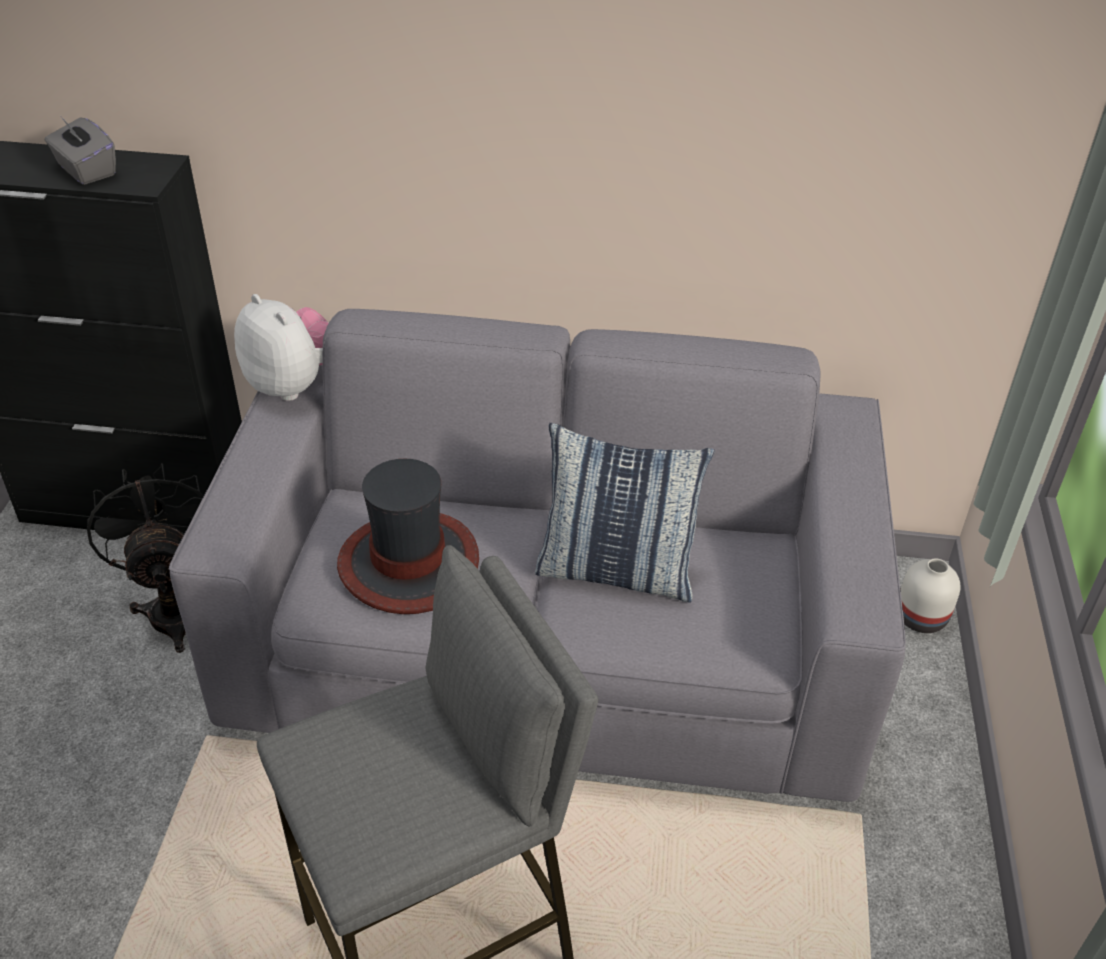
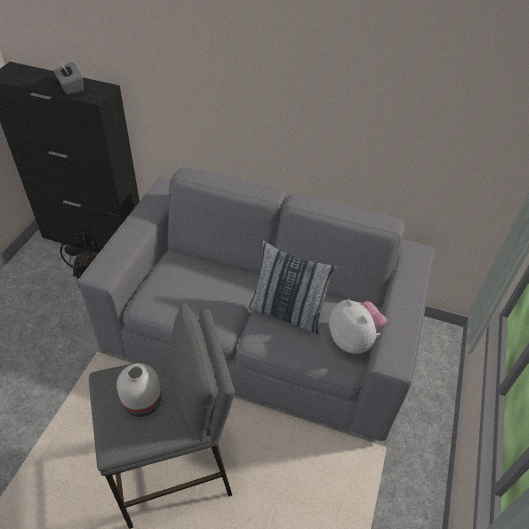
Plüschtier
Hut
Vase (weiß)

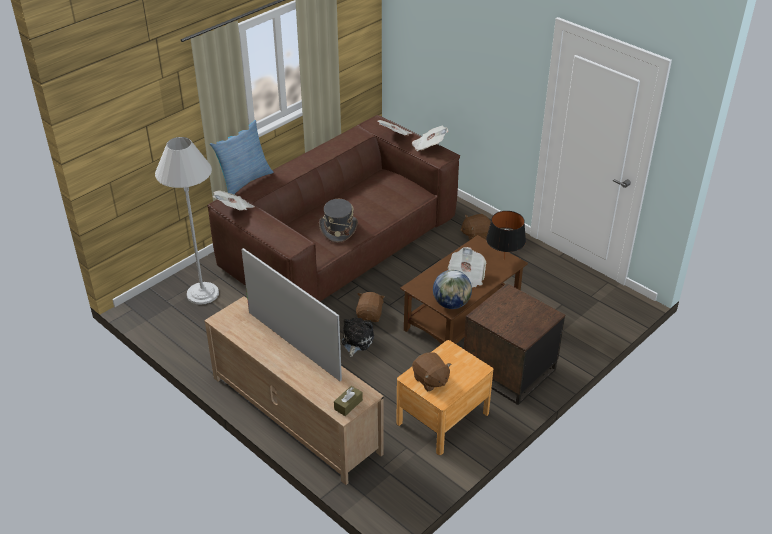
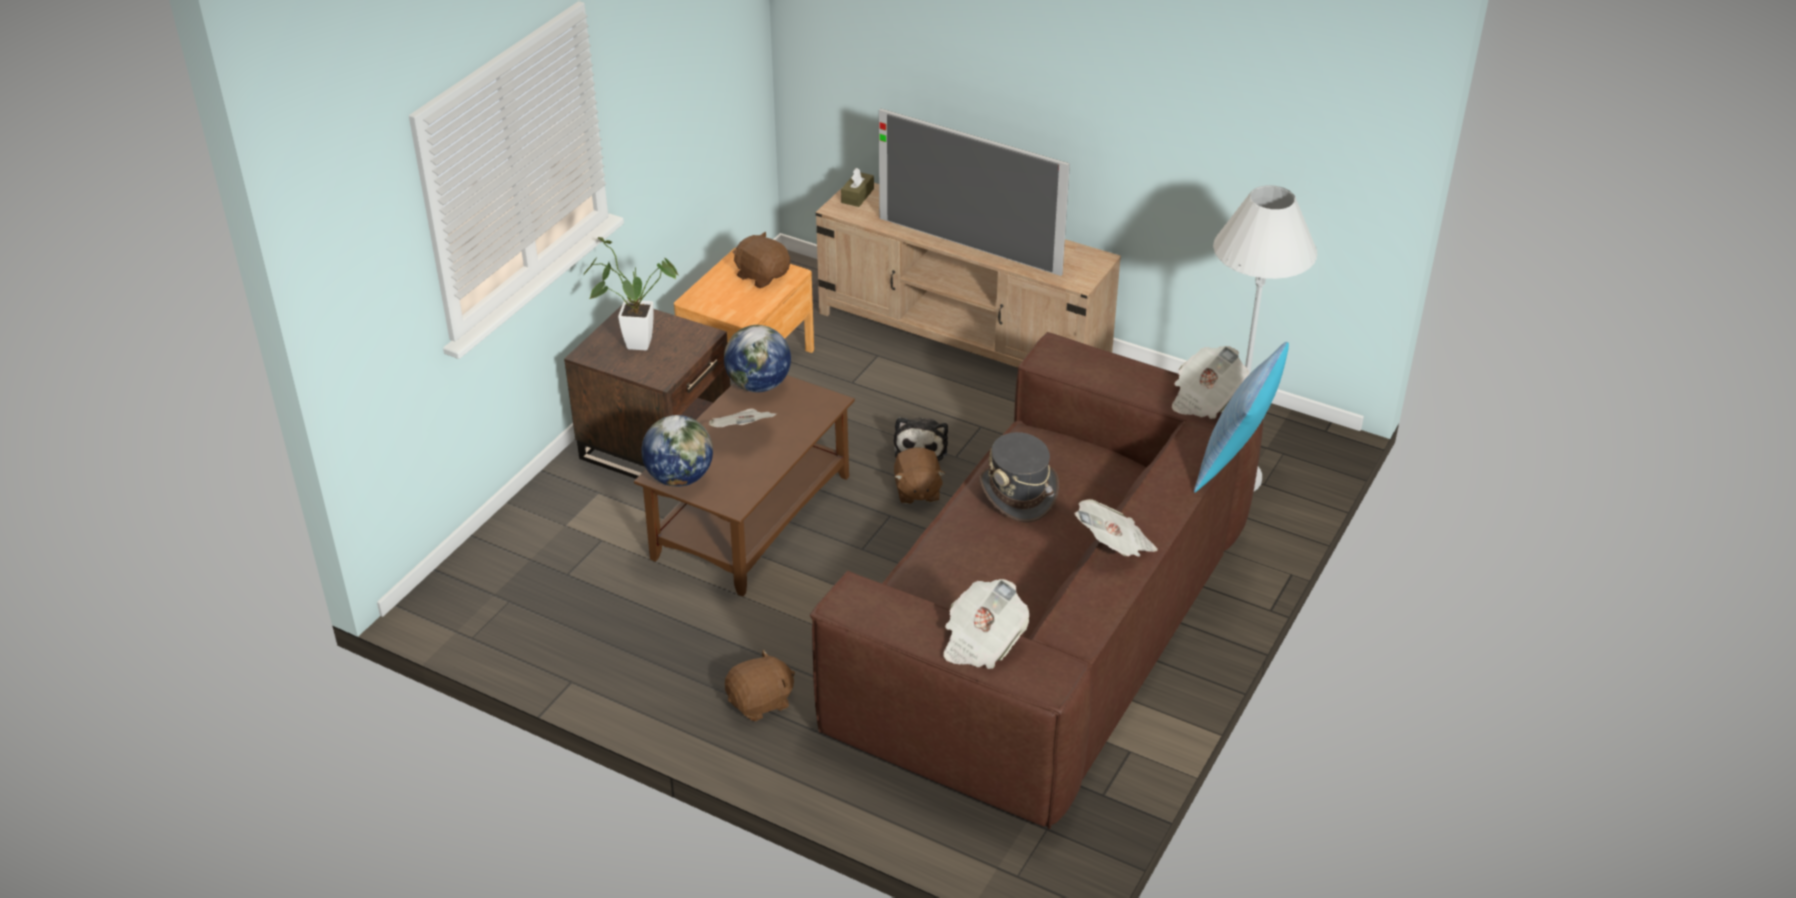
Zeitung (no. 3 from left)
Globus (no. 1 from left)
Topfpflanze

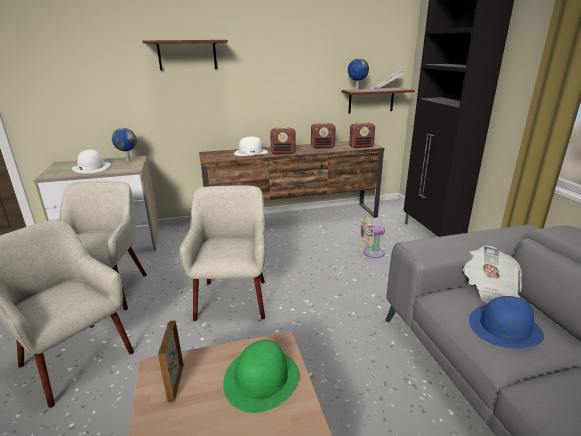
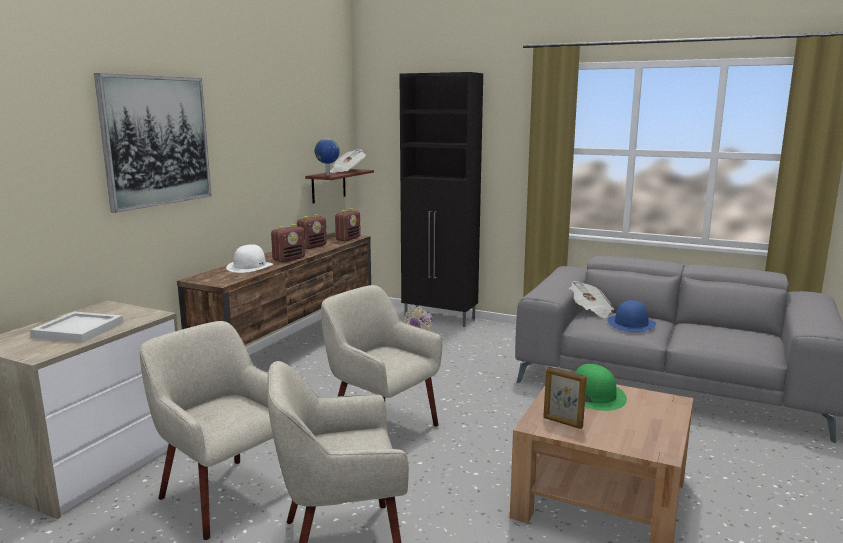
Bild
Globus (no. 1 from left in the first image)
Tablett (weiß)

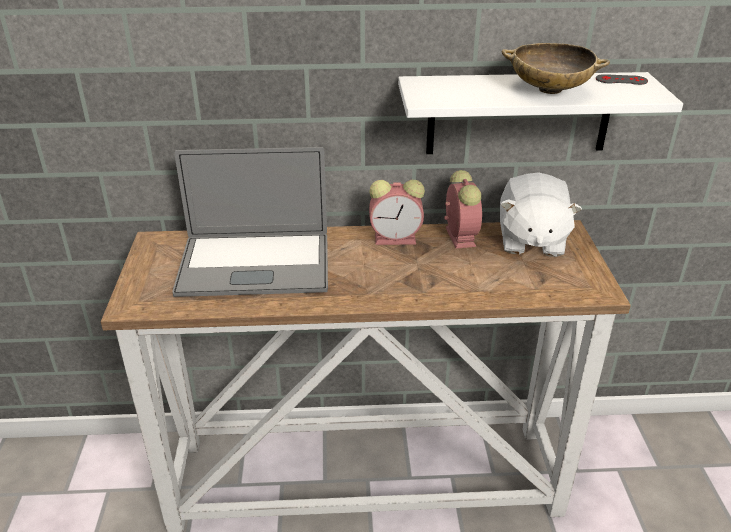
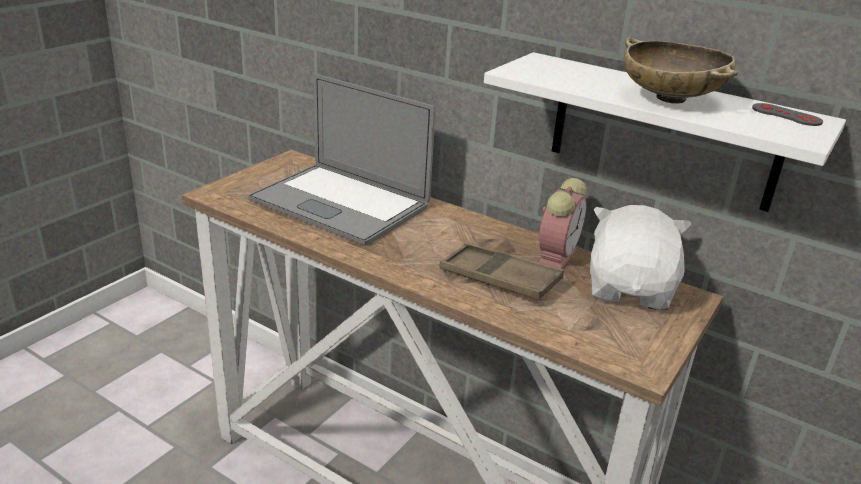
Plüschtier (weiß)
Wecker (no. 1 from left in the first image)
Tablett (braun)

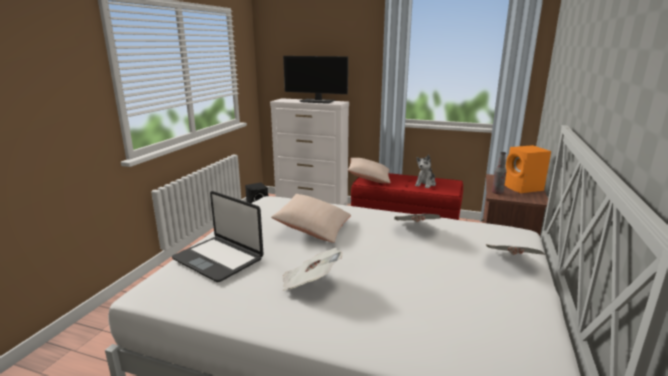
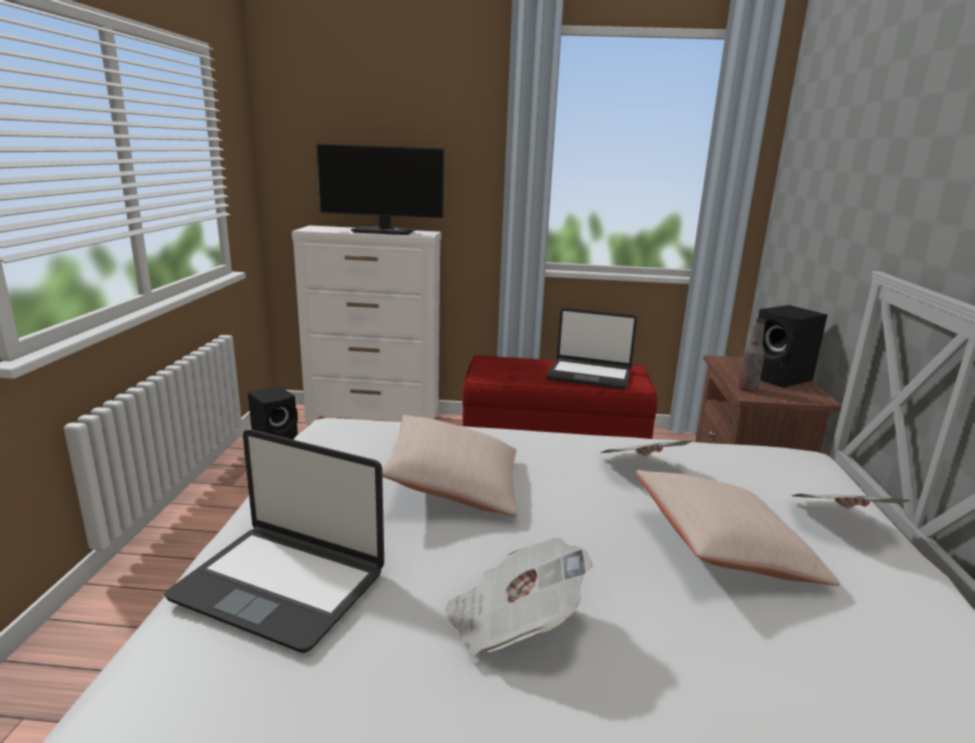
Lautsprecher (schwarz) (no. 2 from left)
Laptop (no. 2 from left)
Kissen (beige) (no. 2 from left)

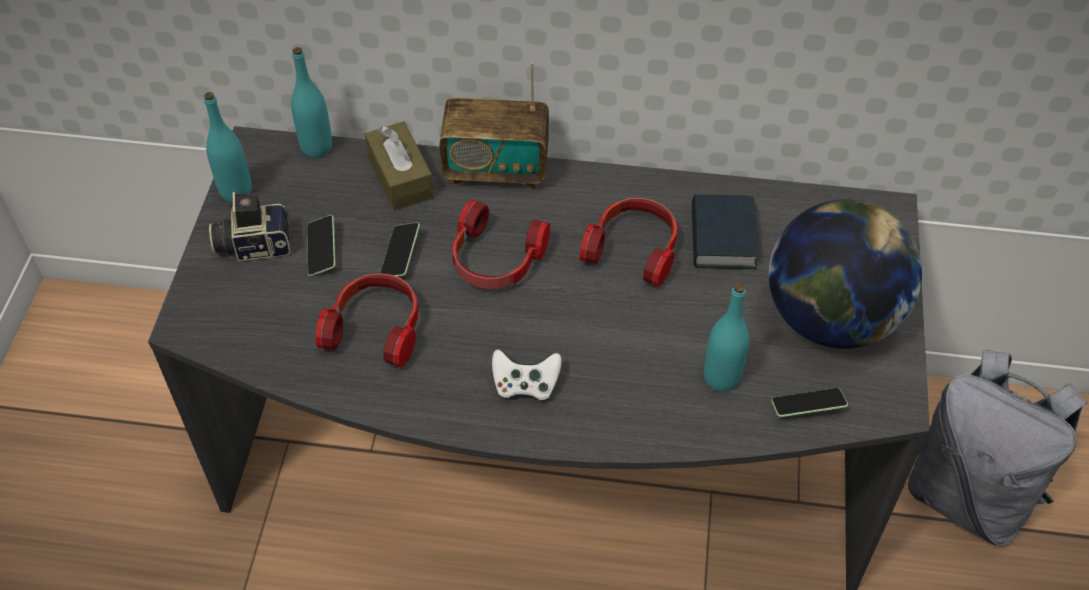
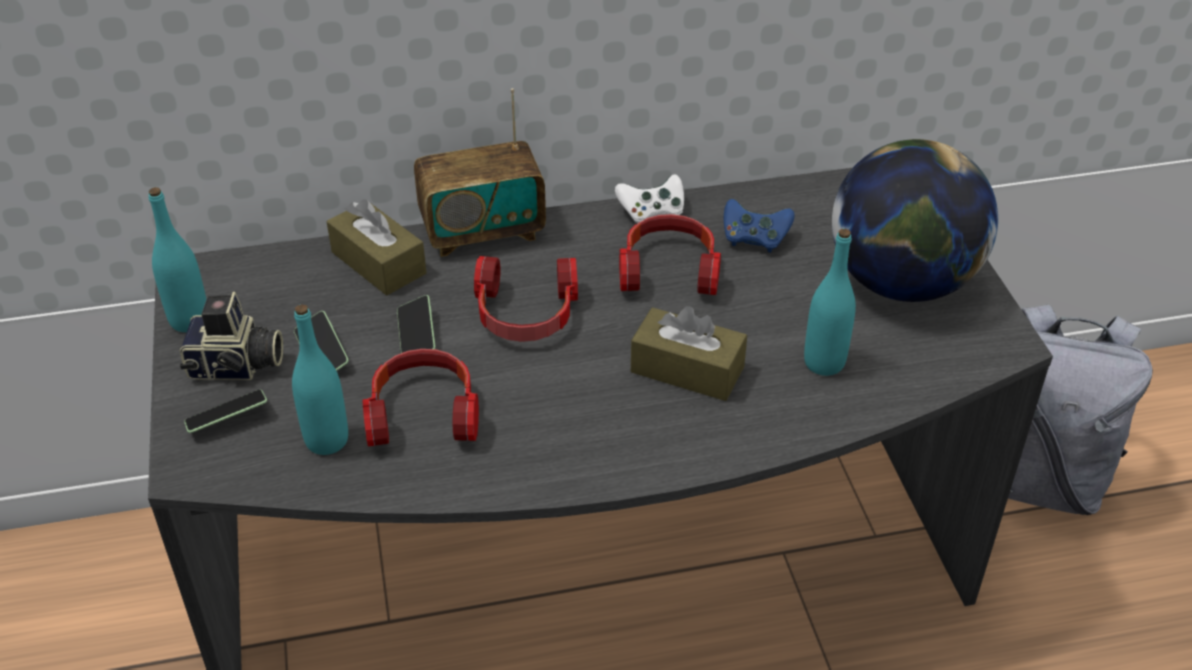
Flasche (türkis) (no. 2 from left)
Kamera
Gamepad (blau)
Gamepad (weiß)
Handy (no. 1 from left)
Taschentuchbox (braun) (no. 2 from left)

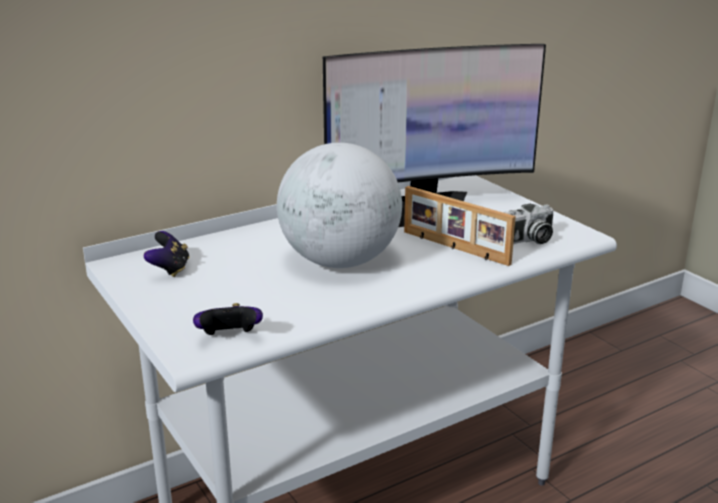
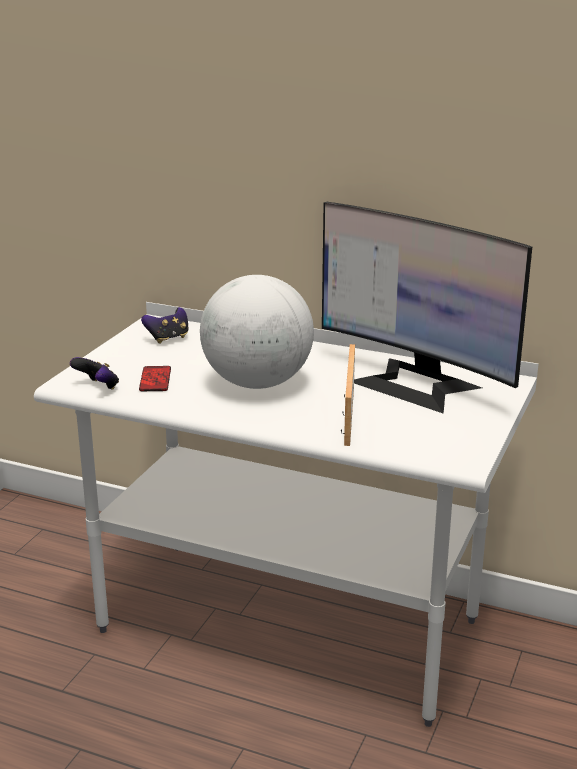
Kamera
Handy

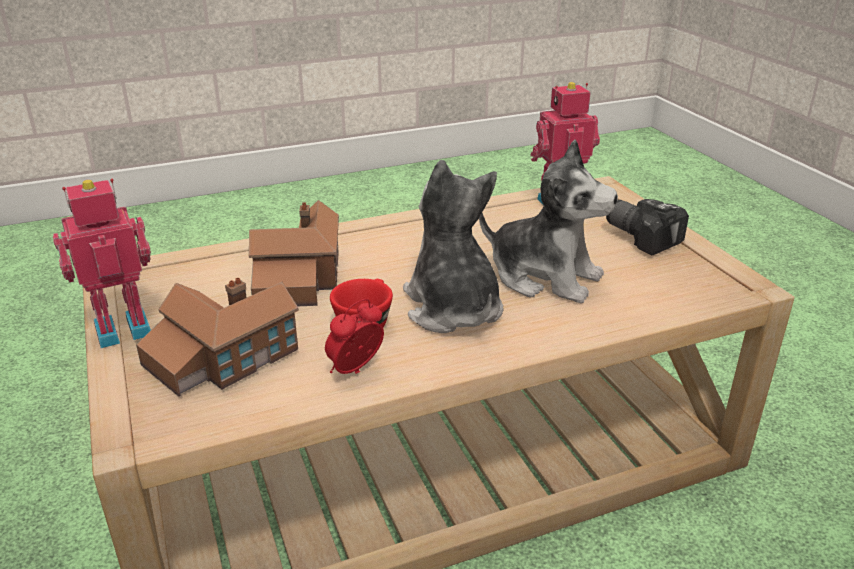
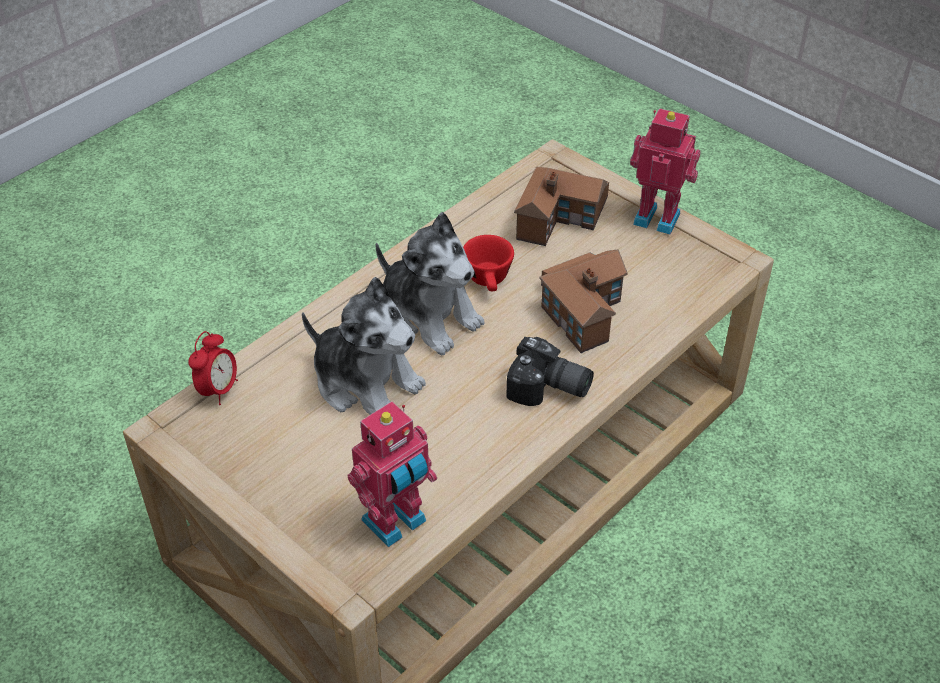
Plüschtier (no. 1 from left)
Spielzeugroboter (no. 2 from left)
Kamera
Wecker

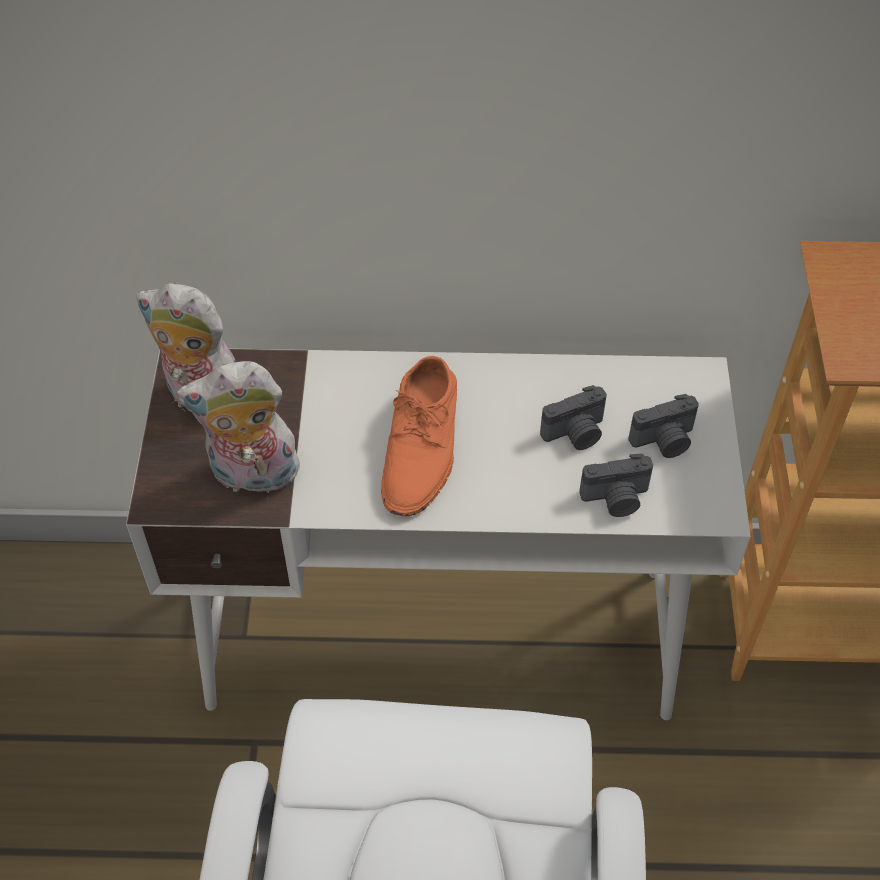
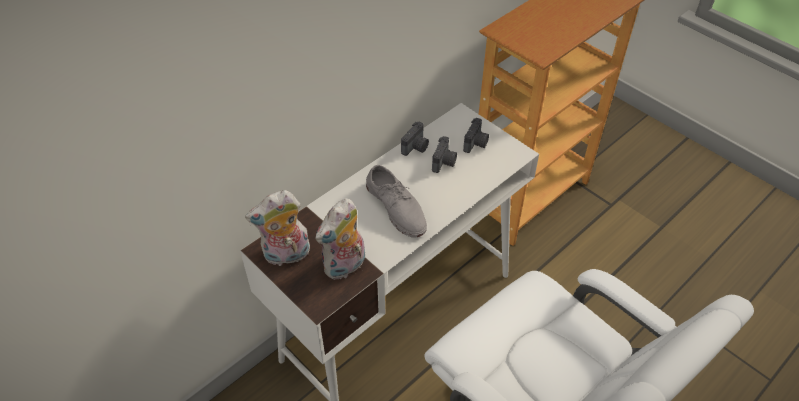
Schuh (grau)
Kamera (no. 1 from left)

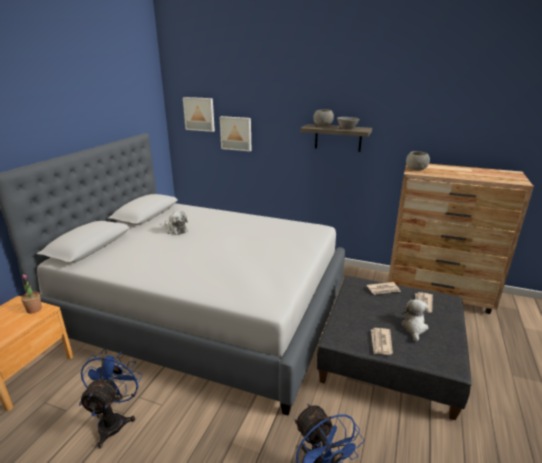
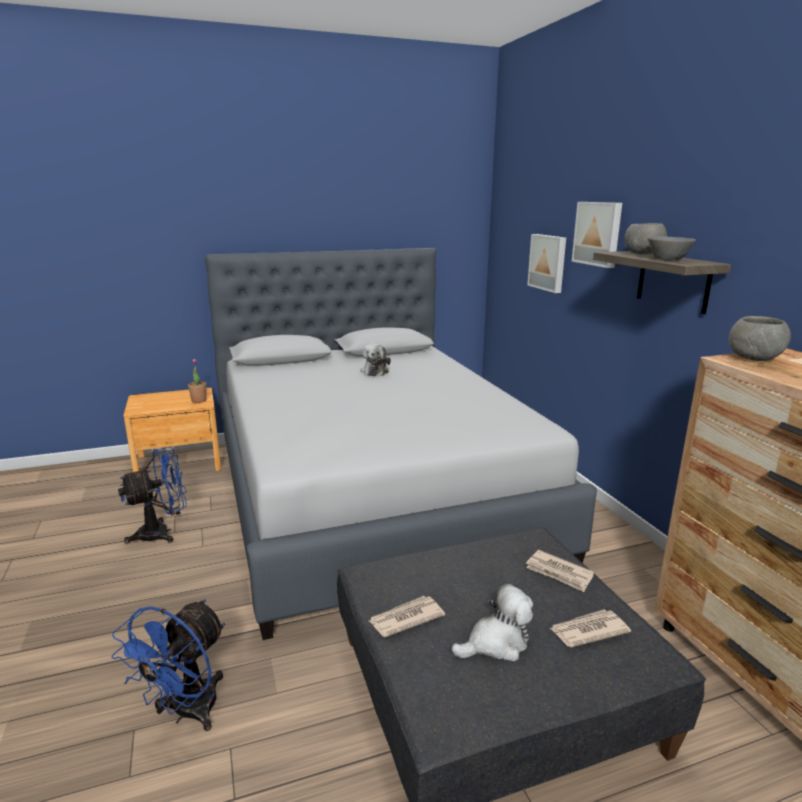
Bild (no. 2 from left)

